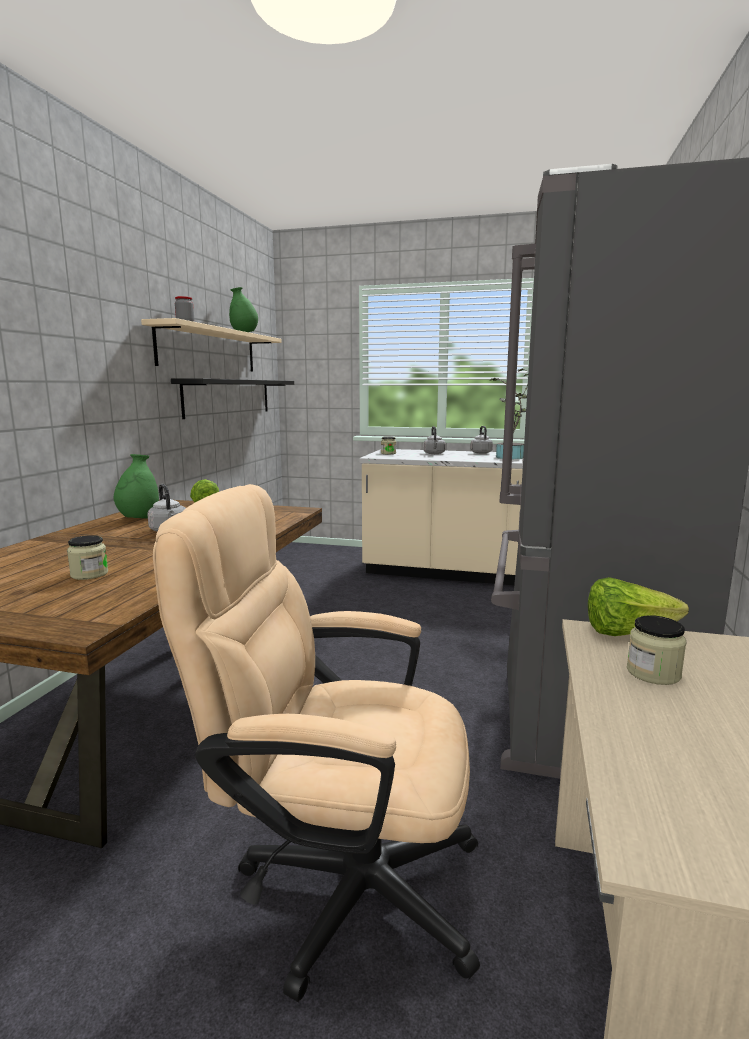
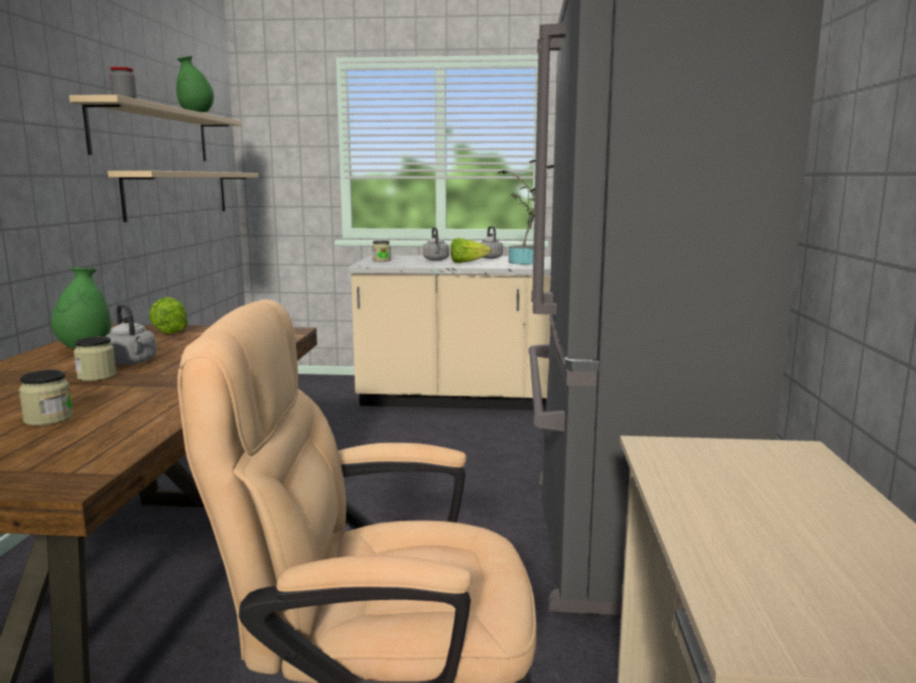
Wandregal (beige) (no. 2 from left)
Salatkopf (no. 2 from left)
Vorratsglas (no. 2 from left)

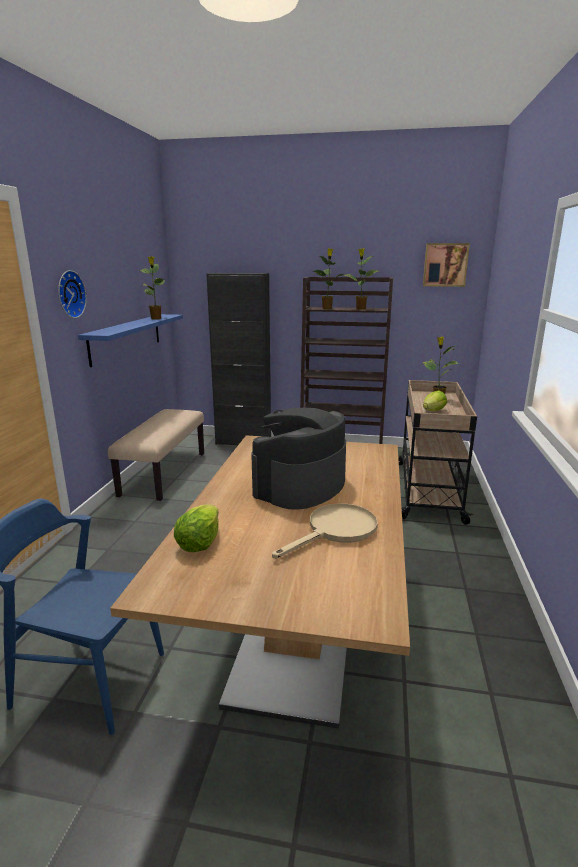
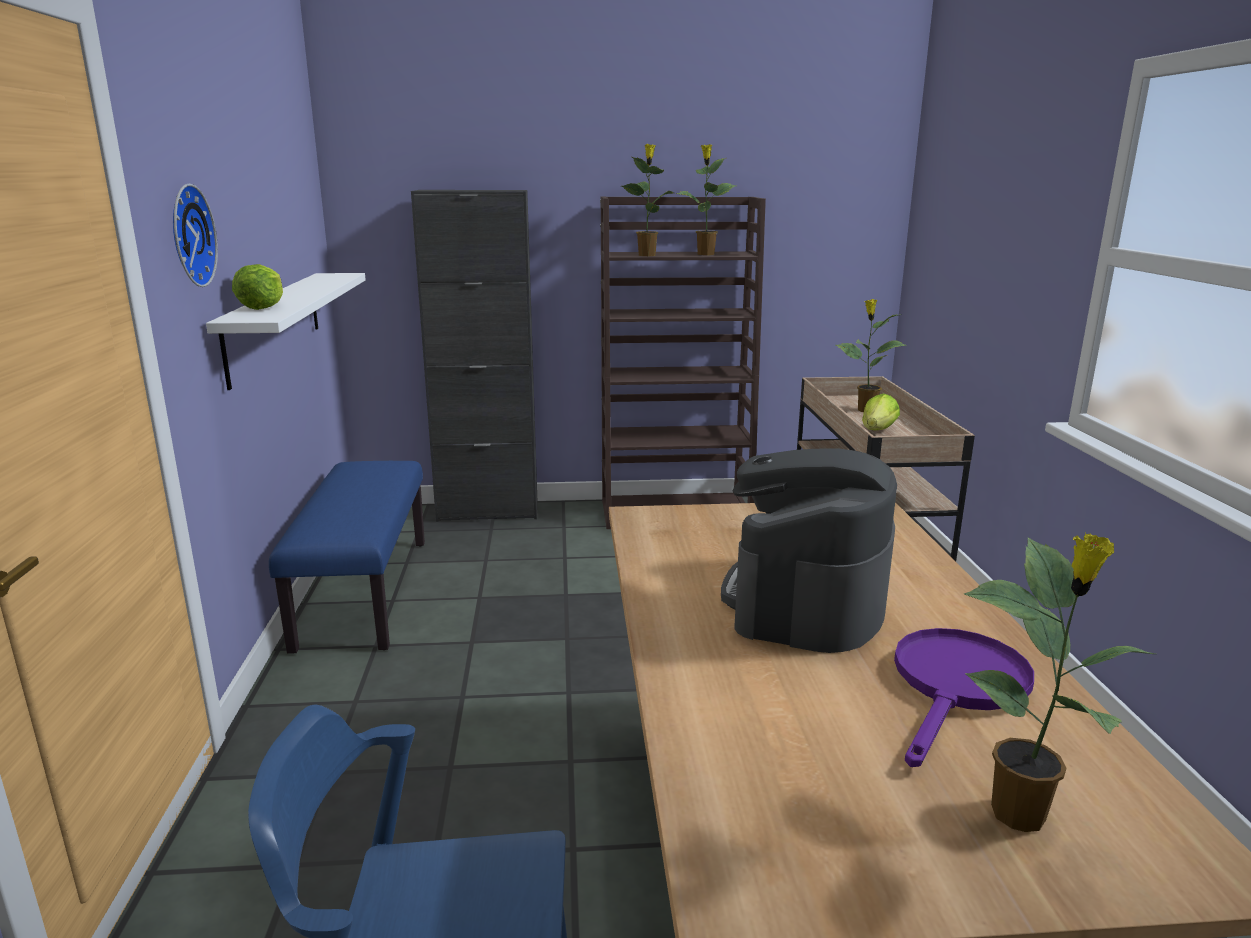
Bild
Topfpflanze (no. 4 from left)
Wandregal (weiß)
Bank (blau)
Pfanne (lila)
Salatkopf (no. 1 from left)

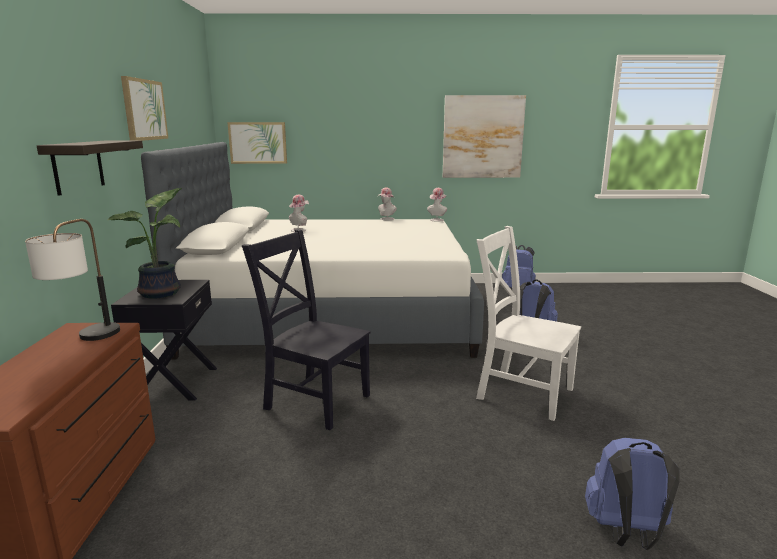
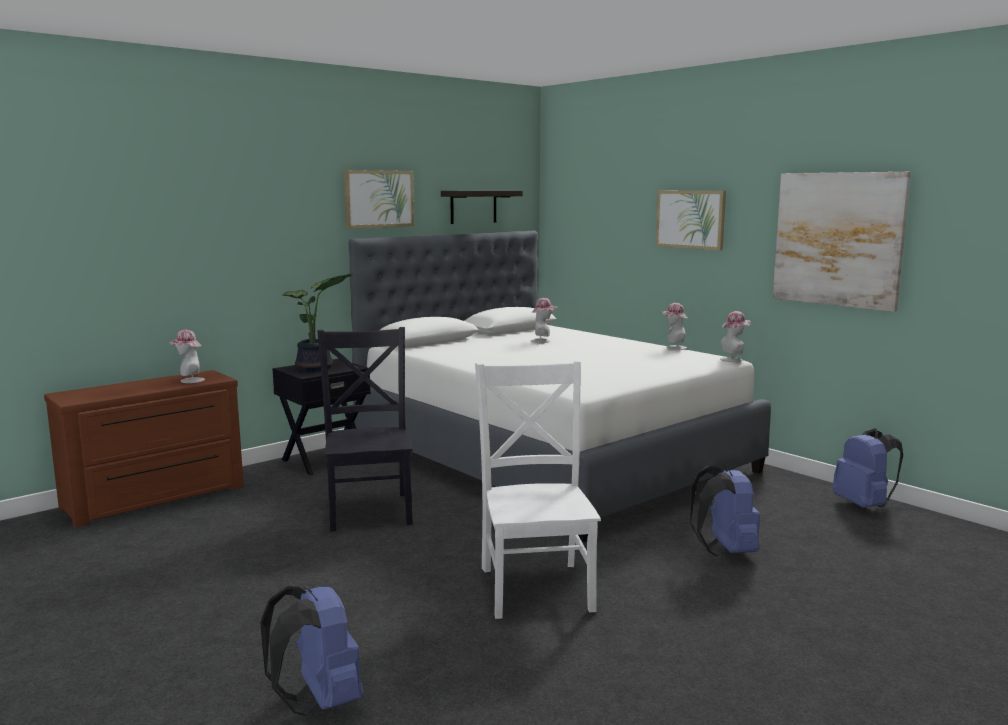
Bild (no. 2 from left)
Wandregal
Hut (no. 1 from left)

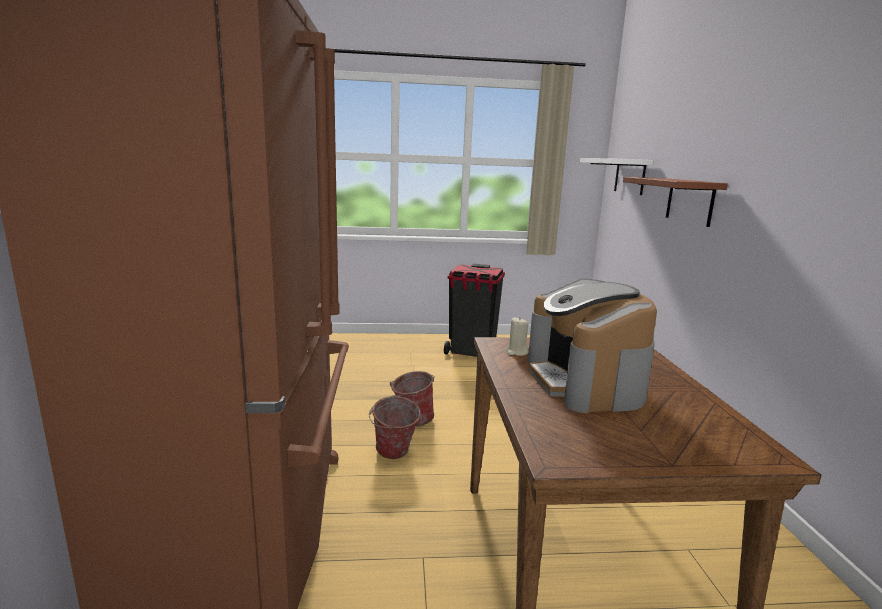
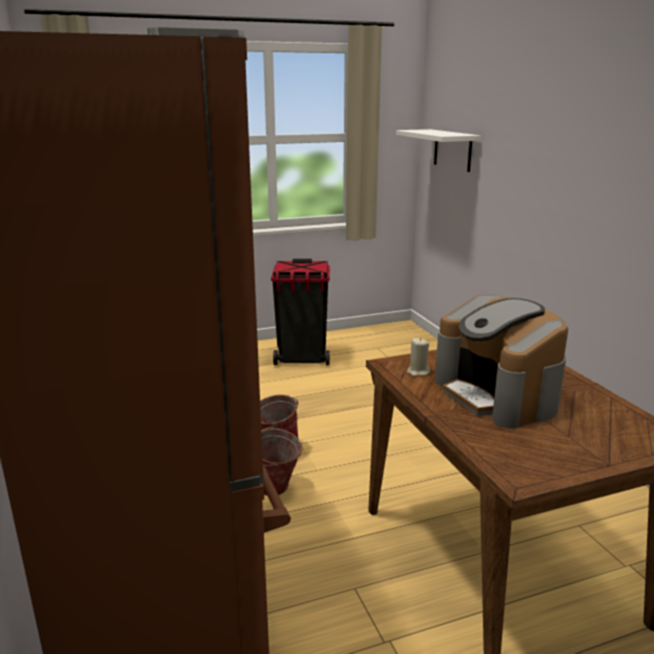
Wandregal (braun)

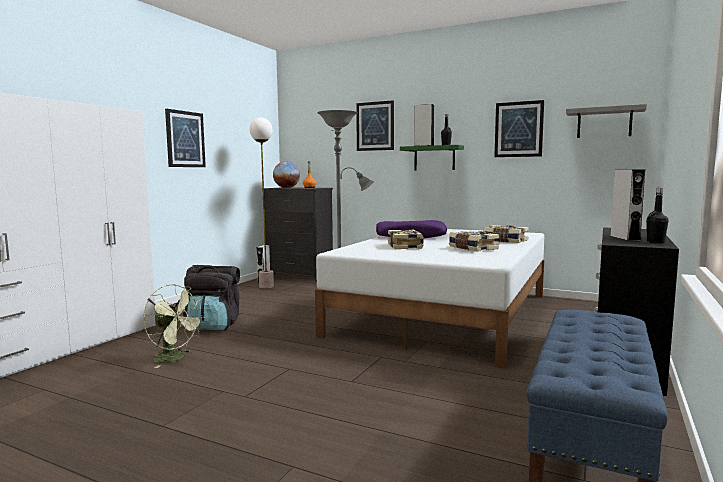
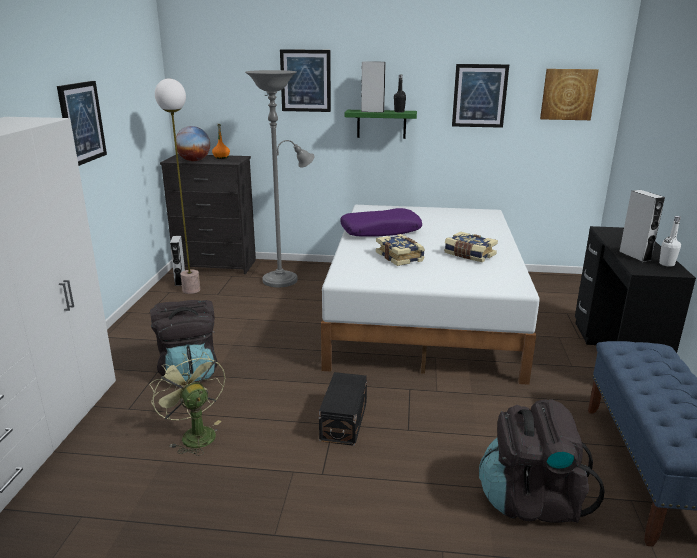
Bild (no. 4 from left)
Flasche (weiß)
Buch (no. 3 from left in the first image)
Ventilator (grün)
Aufbewahrungsbox (schwarz)
Rucksack (schwarz) (no. 2 from left)

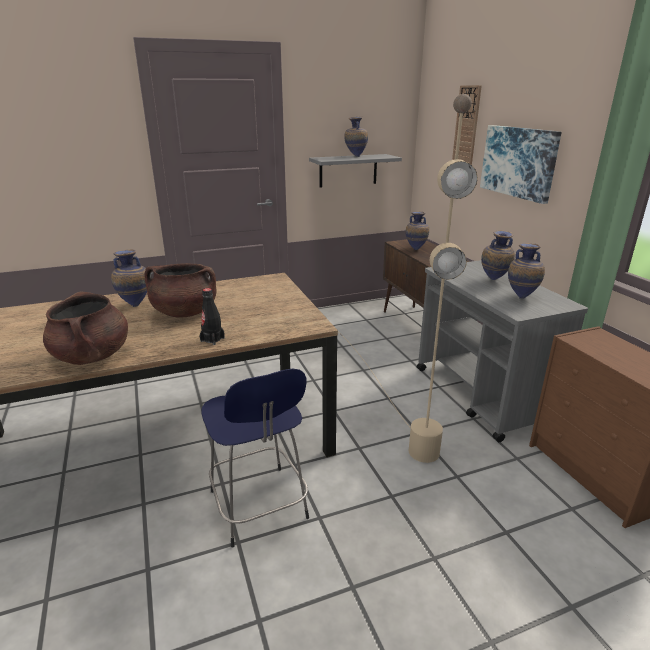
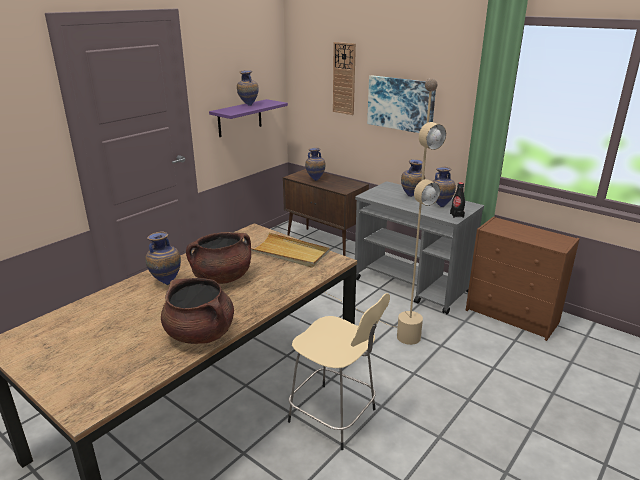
Wandregal (lila)
Flasche (schwarz)
Hocker (beige)
Tablett (beige)

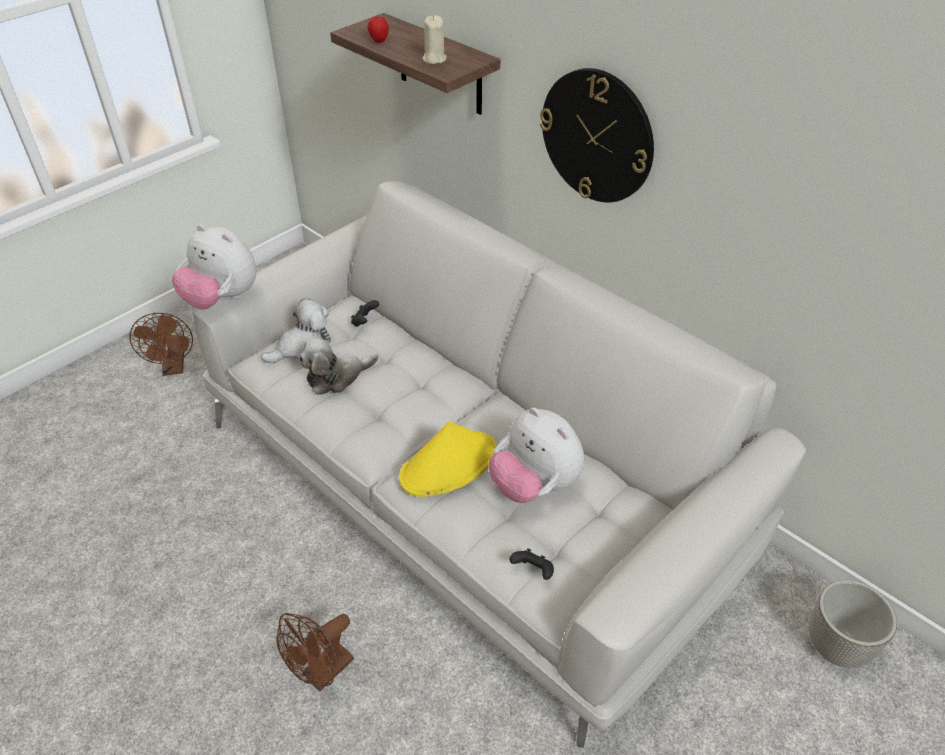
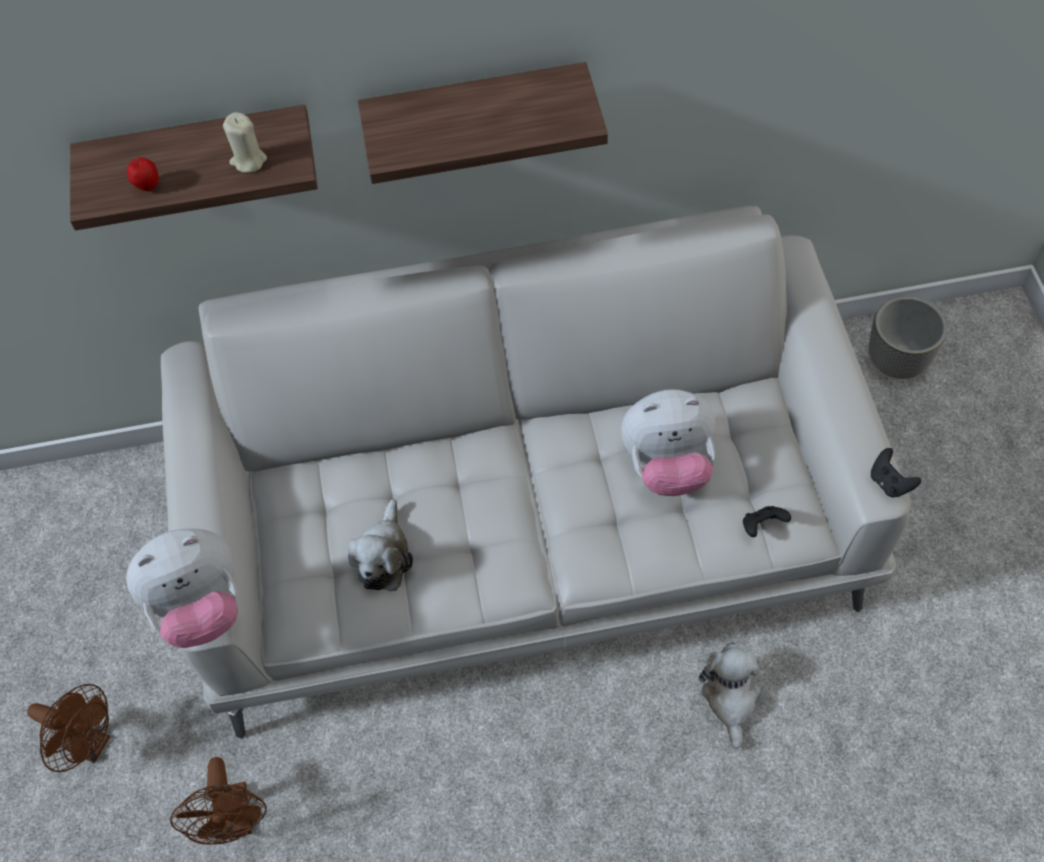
Wandregal (no. 2 from left)
Plüschtier (no. 4 from left)
Gamepad (schwarz) (no. 2 from left)
Hut (gelb)
Ventilator (braun) (no. 2 from left)

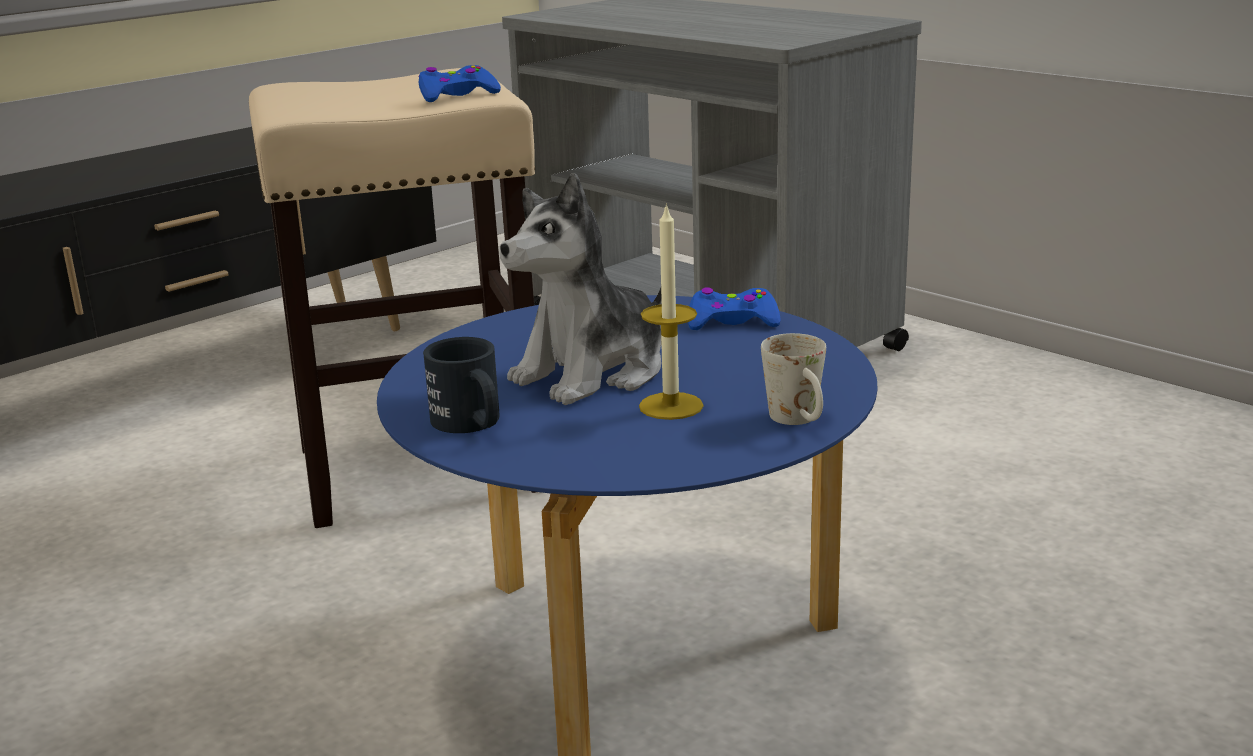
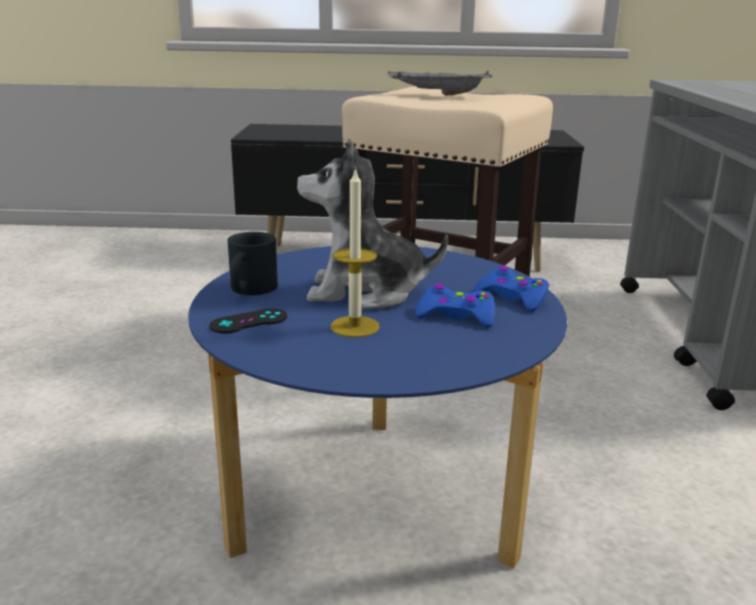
Gamepad (blau) (no. 1 from left)
Henkelbecher (weiß)
Tablett (grau)
Gamepad (schwarz)

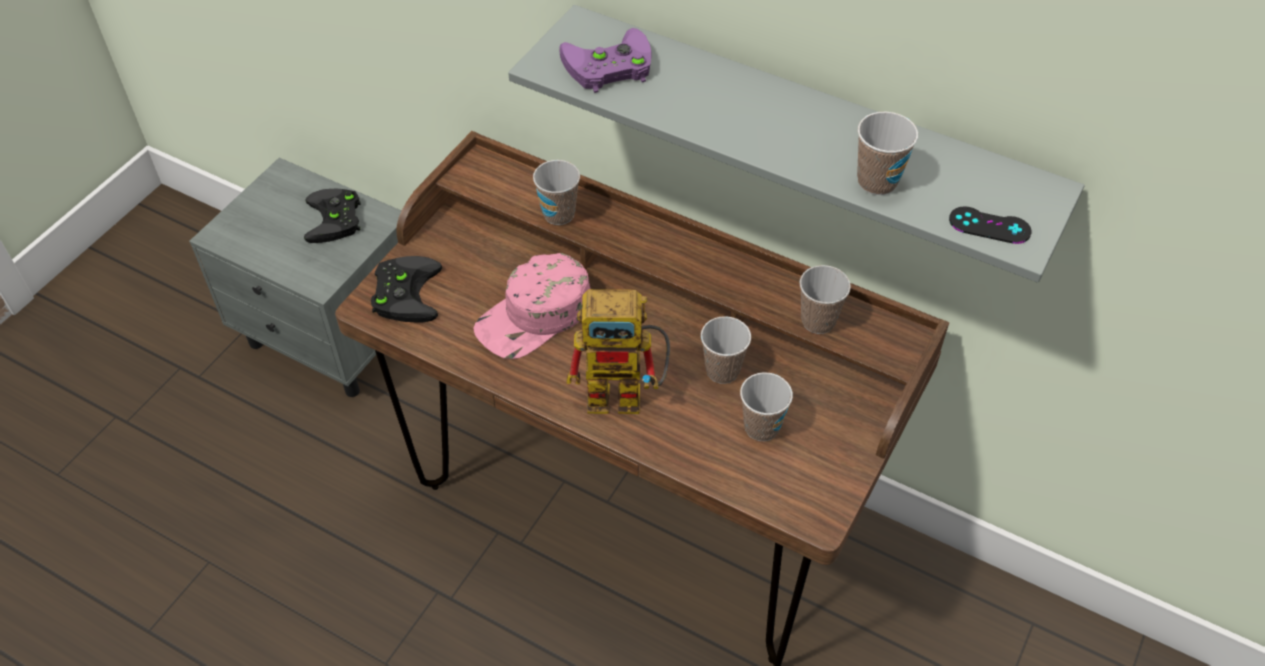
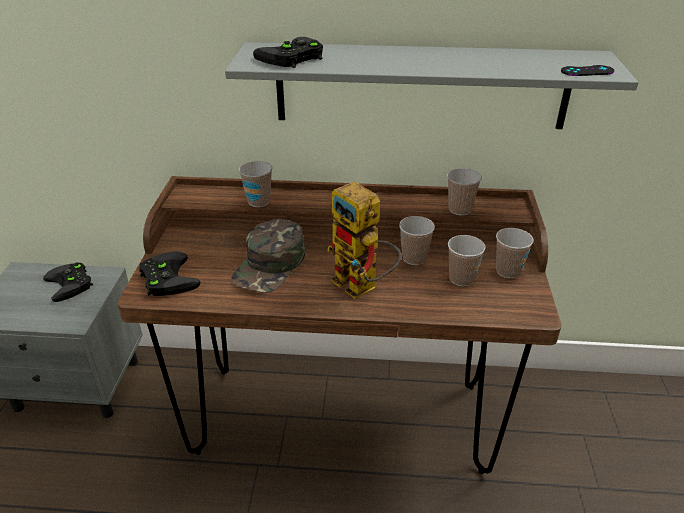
Gamepad (schwarz) (no. 3 from left)
Tasse (no. 5 from left)
Kappe (grün)
Spielzeugroboter

